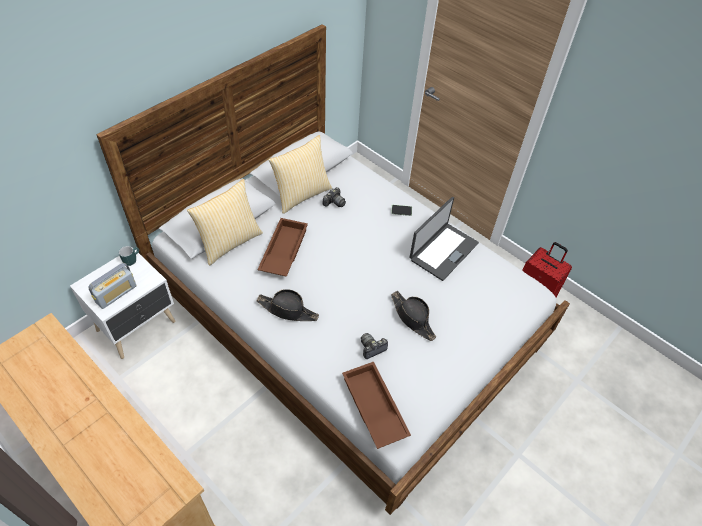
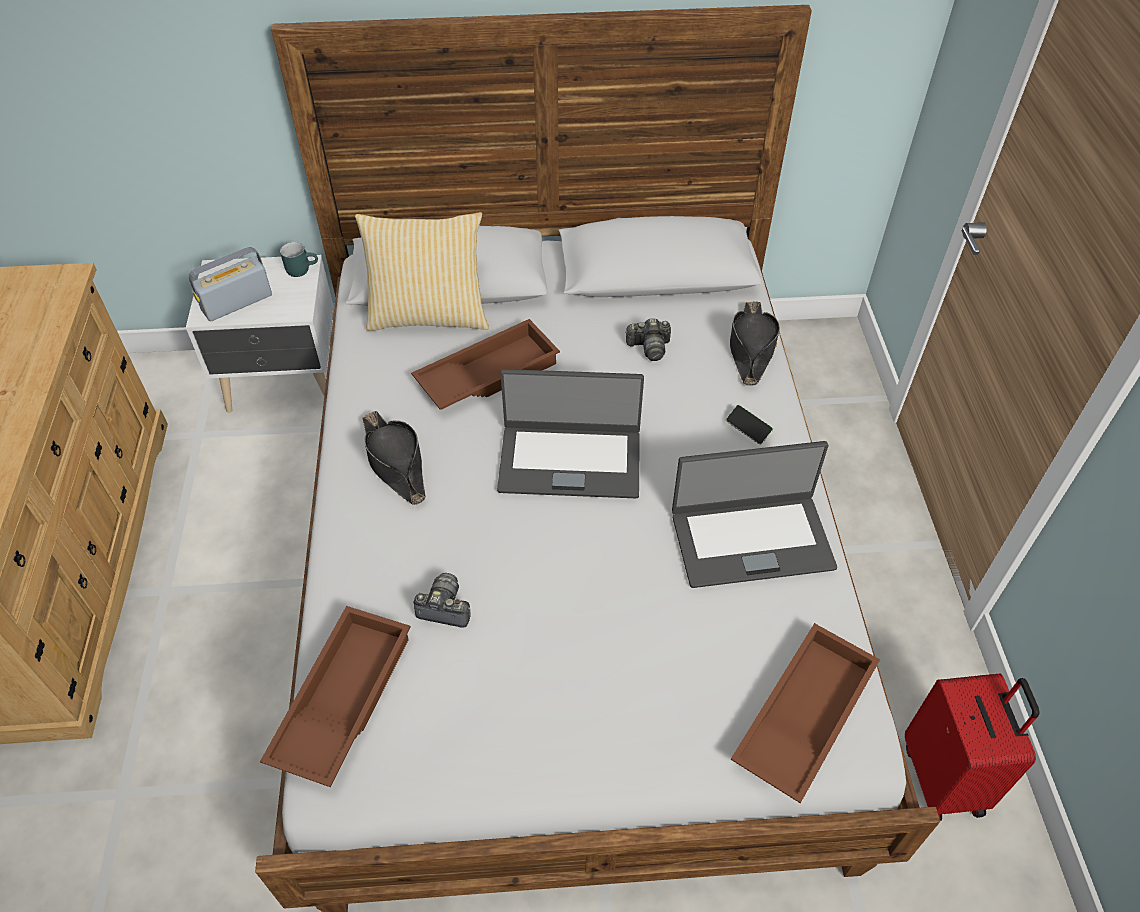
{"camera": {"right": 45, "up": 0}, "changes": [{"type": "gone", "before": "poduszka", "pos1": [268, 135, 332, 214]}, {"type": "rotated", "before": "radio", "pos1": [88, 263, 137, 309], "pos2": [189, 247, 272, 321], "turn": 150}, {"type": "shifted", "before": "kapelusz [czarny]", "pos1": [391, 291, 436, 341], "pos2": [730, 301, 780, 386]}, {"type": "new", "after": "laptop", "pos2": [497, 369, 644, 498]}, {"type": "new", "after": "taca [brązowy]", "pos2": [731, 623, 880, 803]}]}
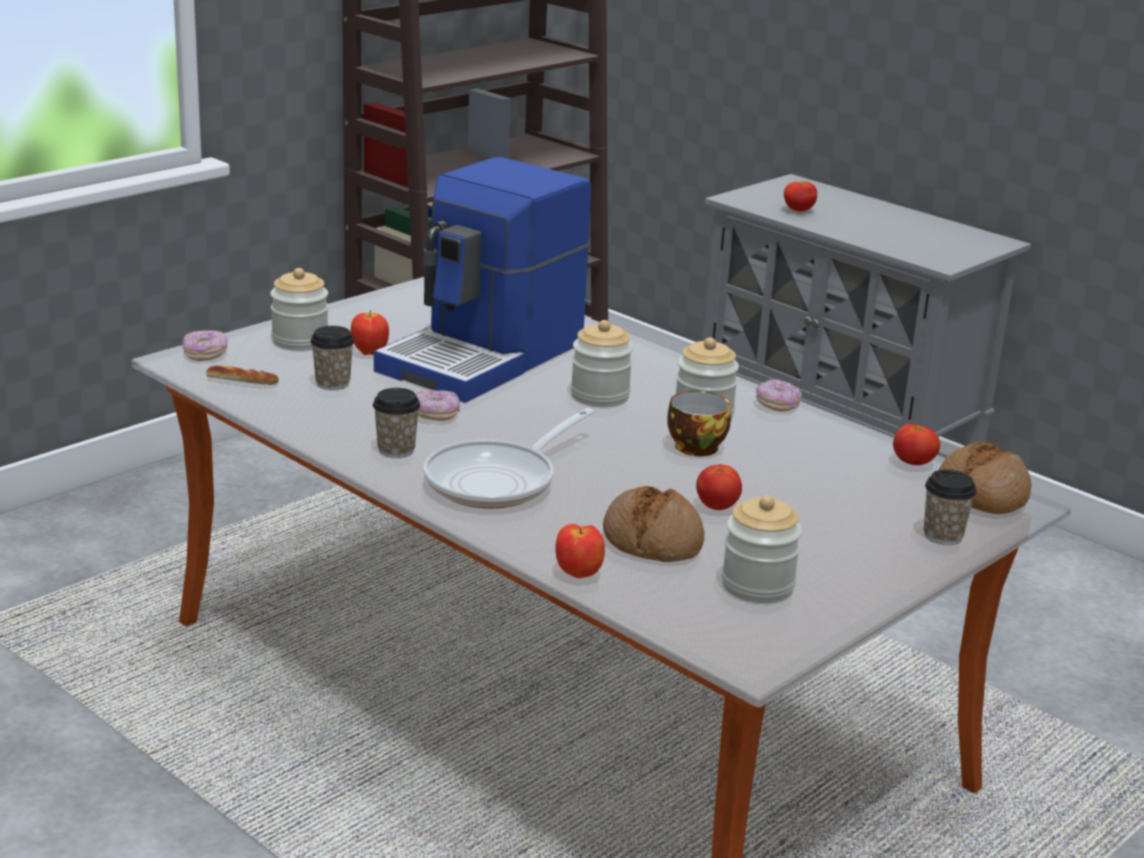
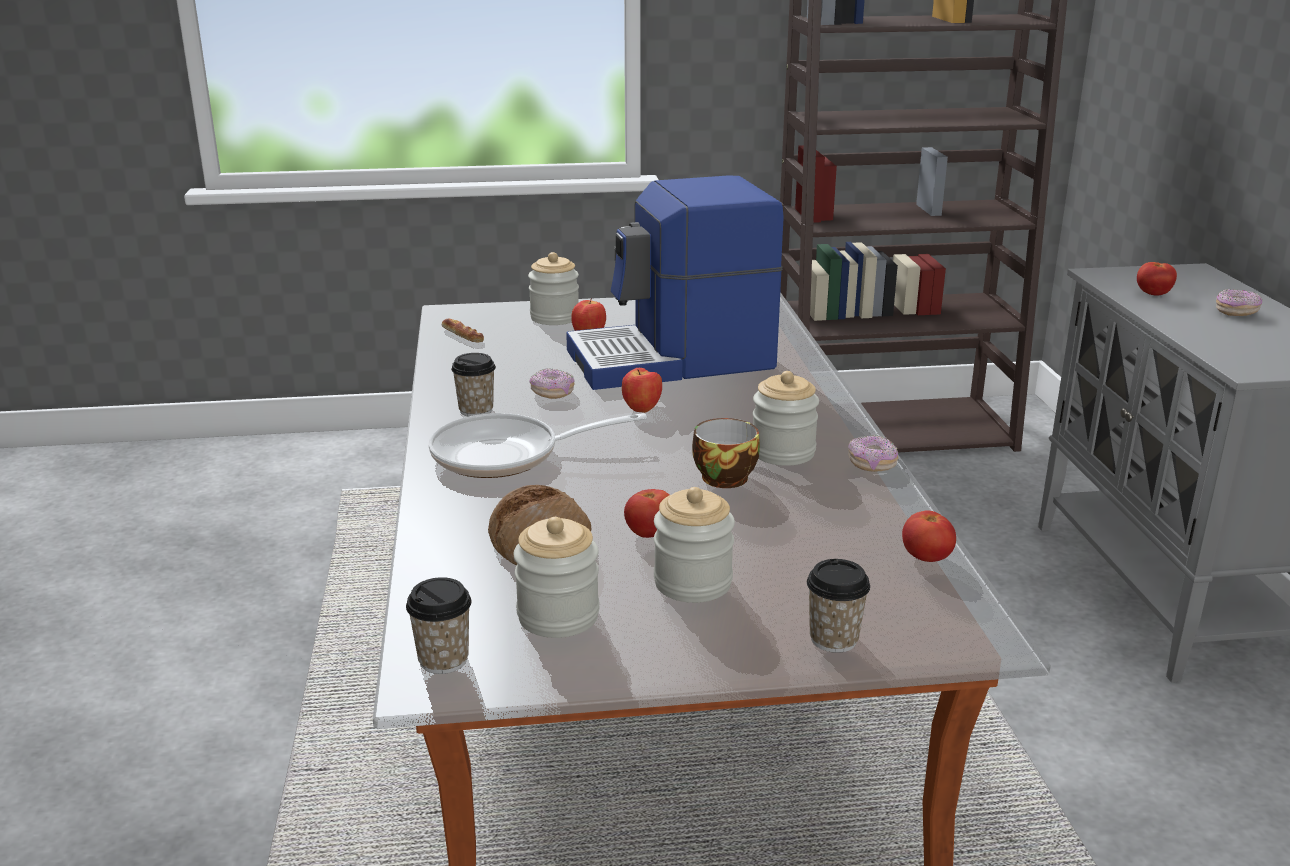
{"camera": {"right": 40, "up": 0}, "changes": [{"type": "shifted", "before": "słoik", "pos1": [571, 320, 633, 407], "pos2": [654, 487, 735, 603]}, {"type": "shifted", "before": "filiżanka", "pos1": [310, 326, 355, 390], "pos2": [406, 577, 471, 674]}, {"type": "shifted", "before": "donut", "pos1": [182, 330, 228, 361], "pos2": [1216, 289, 1262, 316]}, {"type": "gone", "before": "chleb", "pos1": [939, 441, 1032, 514]}, {"type": "shifted", "before": "jabłko", "pos1": [555, 524, 605, 578], "pos2": [622, 368, 662, 413]}]}
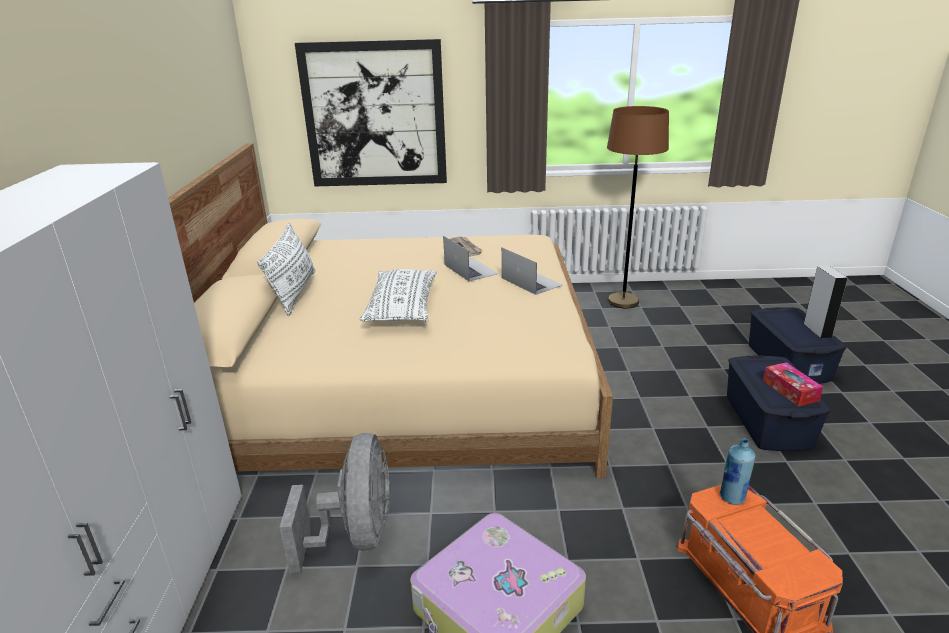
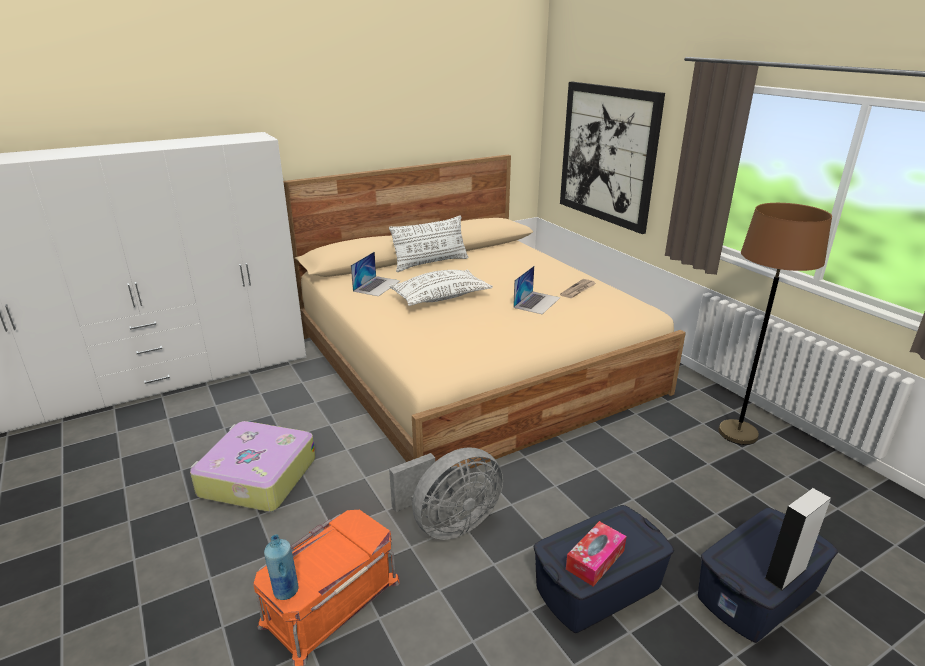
{"camera": {"right": 60, "up": 0}, "changes": [{"type": "shifted", "before": "laptop", "pos1": [502, 248, 563, 295], "pos2": [351, 252, 400, 296]}, {"type": "shifted", "before": "wentylator [szary]", "pos1": [279, 433, 391, 573], "pos2": [389, 447, 503, 540]}, {"type": "shifted", "before": "butelka [niebieski]", "pos1": [719, 439, 756, 505], "pos2": [264, 534, 299, 600]}]}
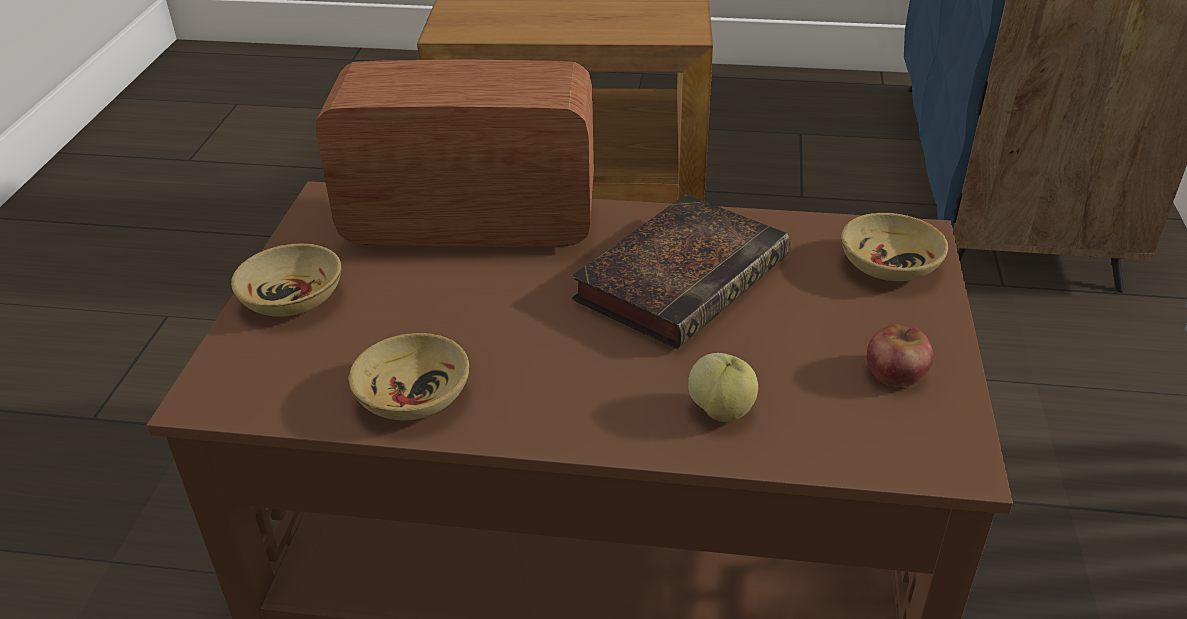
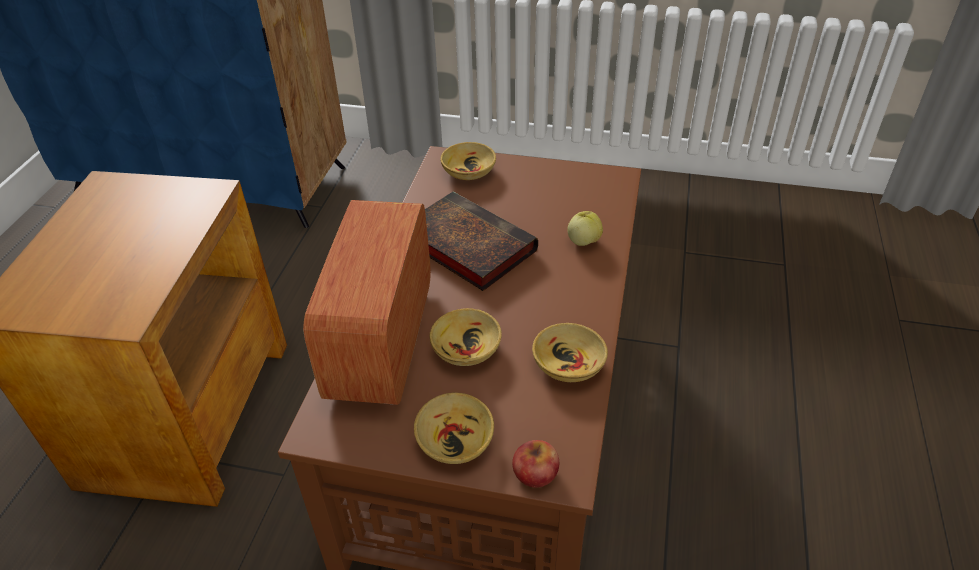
{"camera": {"right": -85, "up": 5}, "changes": [{"type": "shifted", "before": "jabłko", "pos1": [867, 324, 933, 387], "pos2": [512, 440, 559, 487]}, {"type": "new", "after": "miska [beżowy]", "pos2": [430, 308, 502, 366]}]}
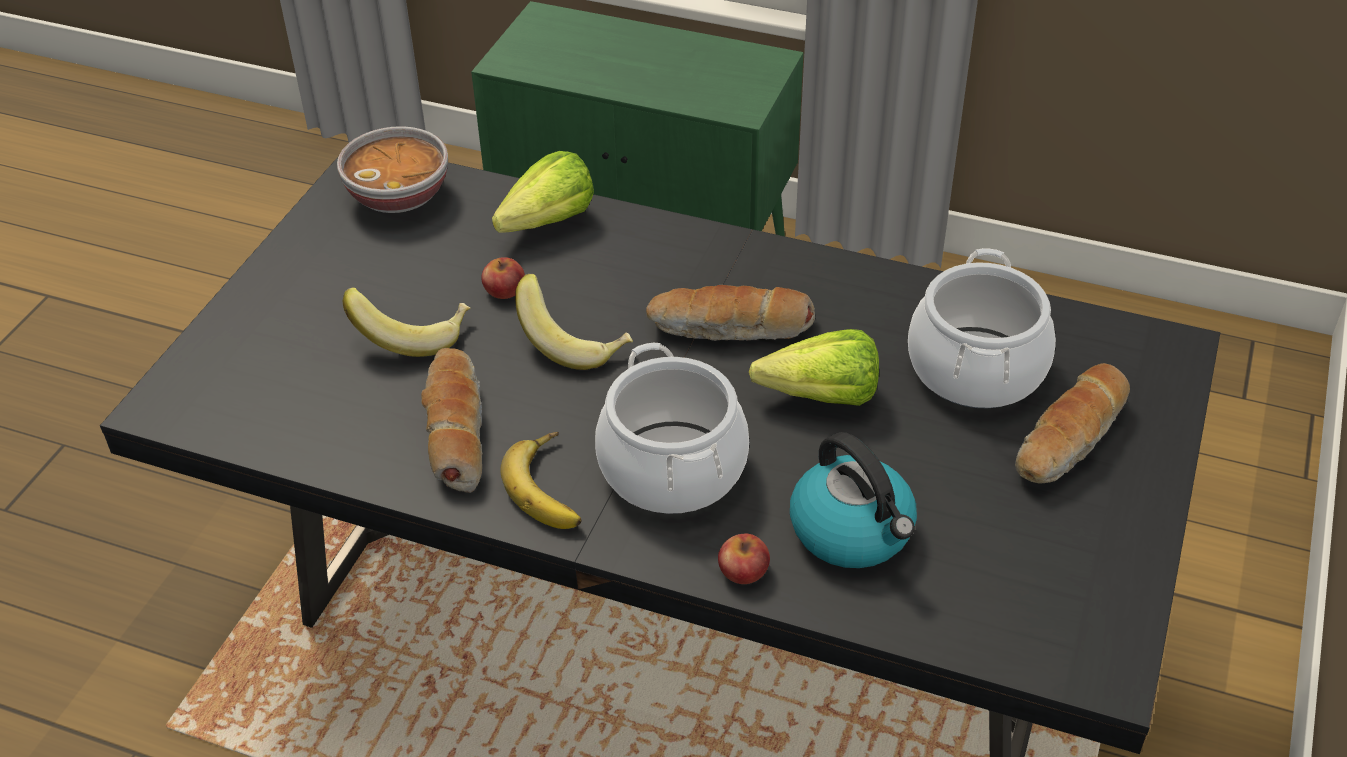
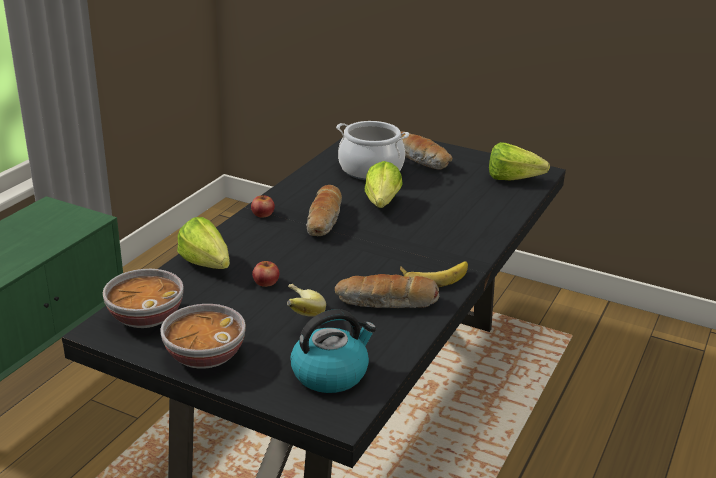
{"camera": {"right": -85, "up": -15}, "changes": [{"type": "gone", "before": "banan", "pos1": [515, 274, 633, 370]}, {"type": "gone", "before": "garnek", "pos1": [595, 343, 749, 514]}, {"type": "shifted", "before": "czajnik", "pos1": [790, 432, 917, 568], "pos2": [291, 309, 376, 393]}, {"type": "shifted", "before": "jabłko", "pos1": [718, 534, 770, 584], "pos2": [251, 195, 275, 217]}, {"type": "new", "after": "sałata", "pos2": [489, 142, 550, 181]}, {"type": "new", "after": "miska", "pos2": [160, 304, 246, 369]}]}
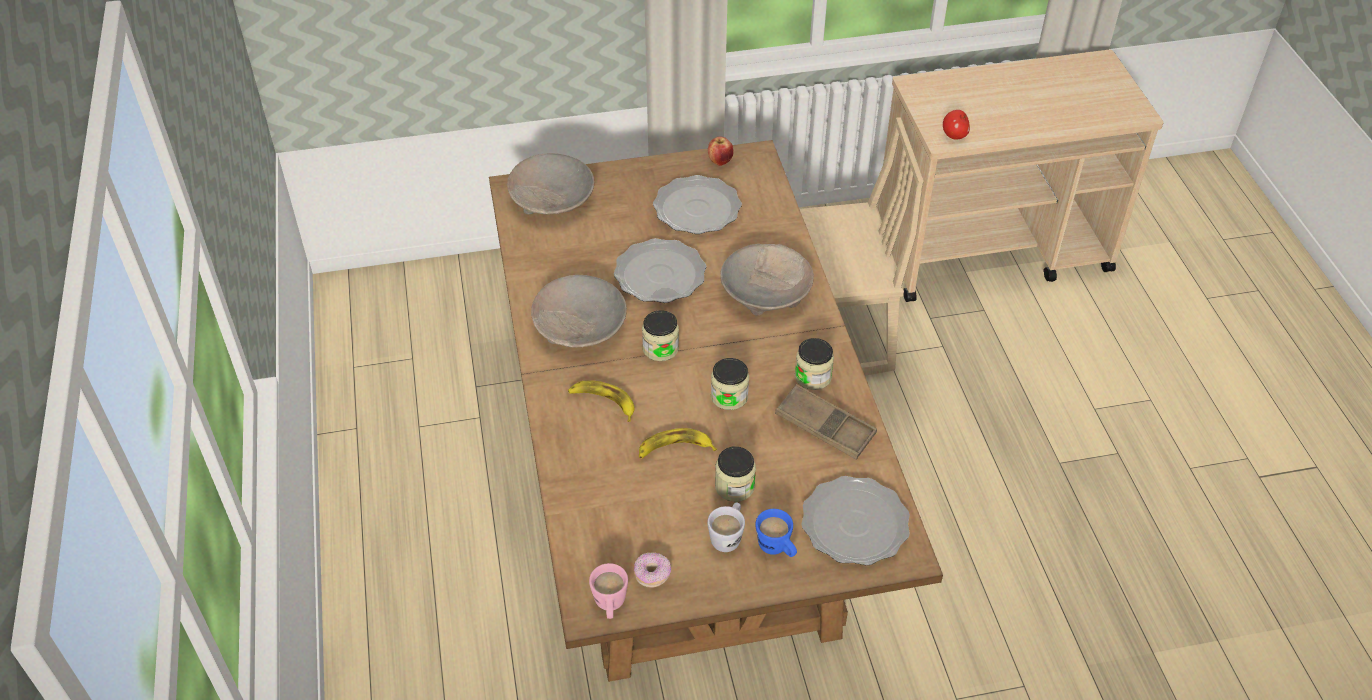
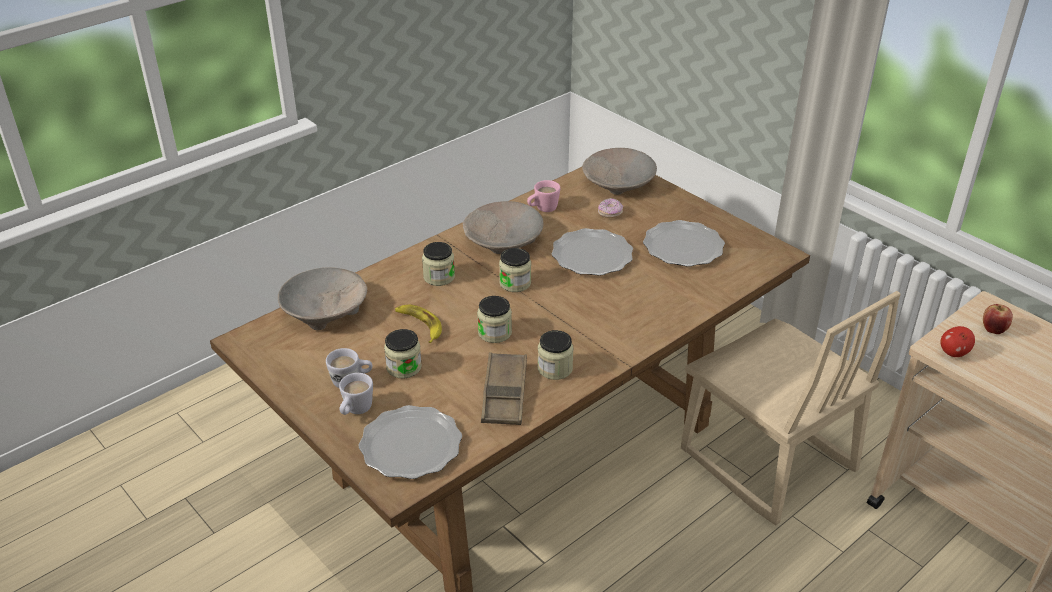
{"camera": {"right": 60, "up": -10}, "changes": [{"type": "shifted", "before": "jabłko", "pos1": [708, 137, 734, 166], "pos2": [983, 304, 1013, 334]}, {"type": "shifted", "before": "miska [beżowy]", "pos1": [720, 244, 814, 315], "pos2": [278, 268, 367, 330]}, {"type": "swapped", "before": "banan", "after": "słoik", "pos1": [568, 380, 635, 422], "pos2": [422, 242, 455, 286]}, {"type": "repainted", "before": "kubek [niebieski]", "after": "kubek [biały]", "pos1": [755, 509, 797, 557], "pos2": [339, 373, 373, 415]}, {"type": "shifted", "before": "donut", "pos1": [634, 552, 671, 587], "pos2": [598, 198, 623, 218]}, {"type": "shifted", "before": "kubek [różowy]", "pos1": [589, 563, 628, 619], "pos2": [527, 180, 560, 212]}]}
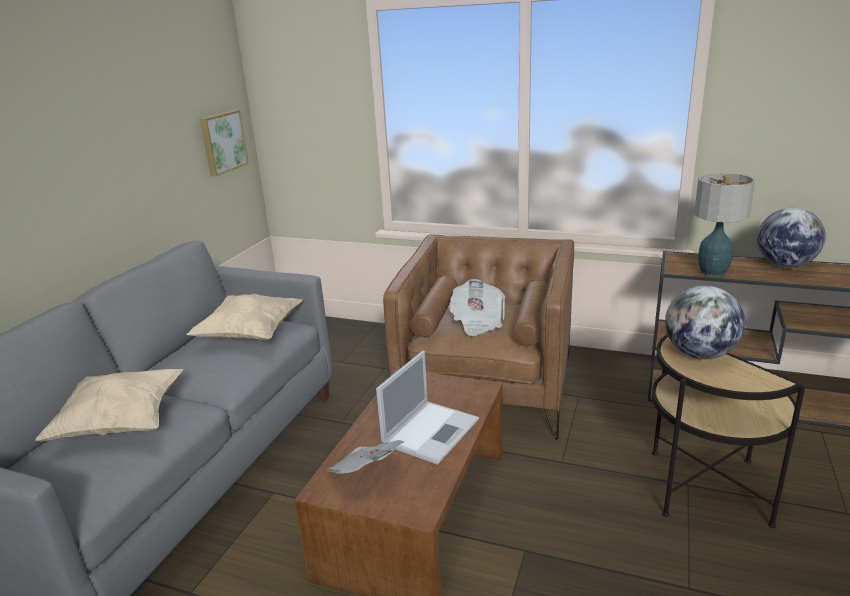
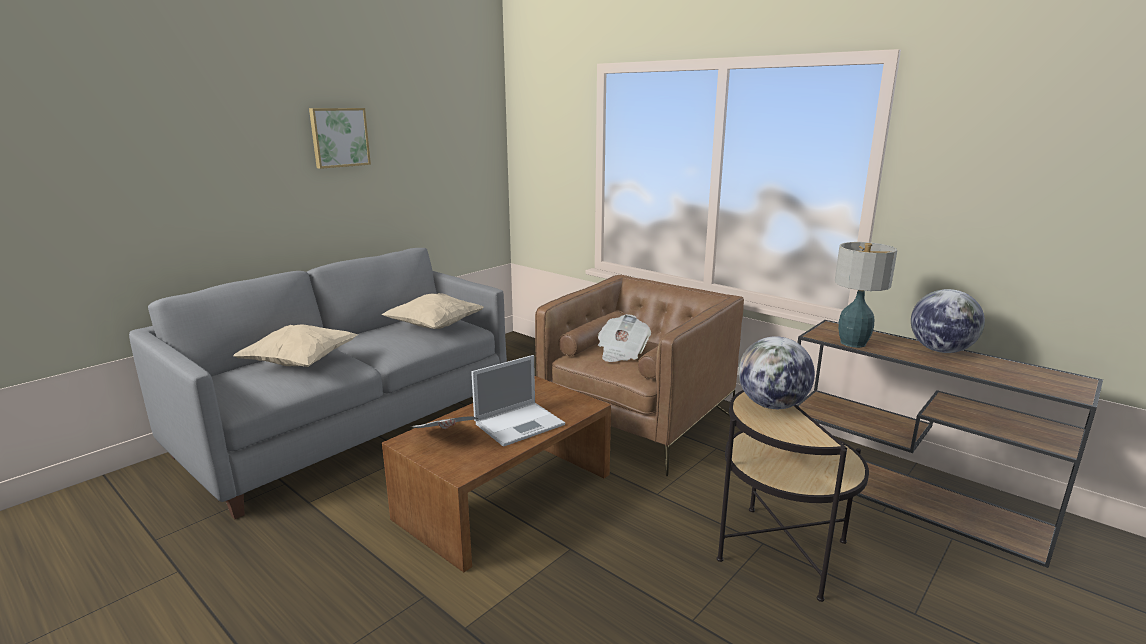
{"camera": {"right": 20, "up": -5}, "changes": [{"type": "shifted", "before": "obraz", "pos1": [200, 110, 249, 176], "pos2": [309, 108, 371, 169]}]}
